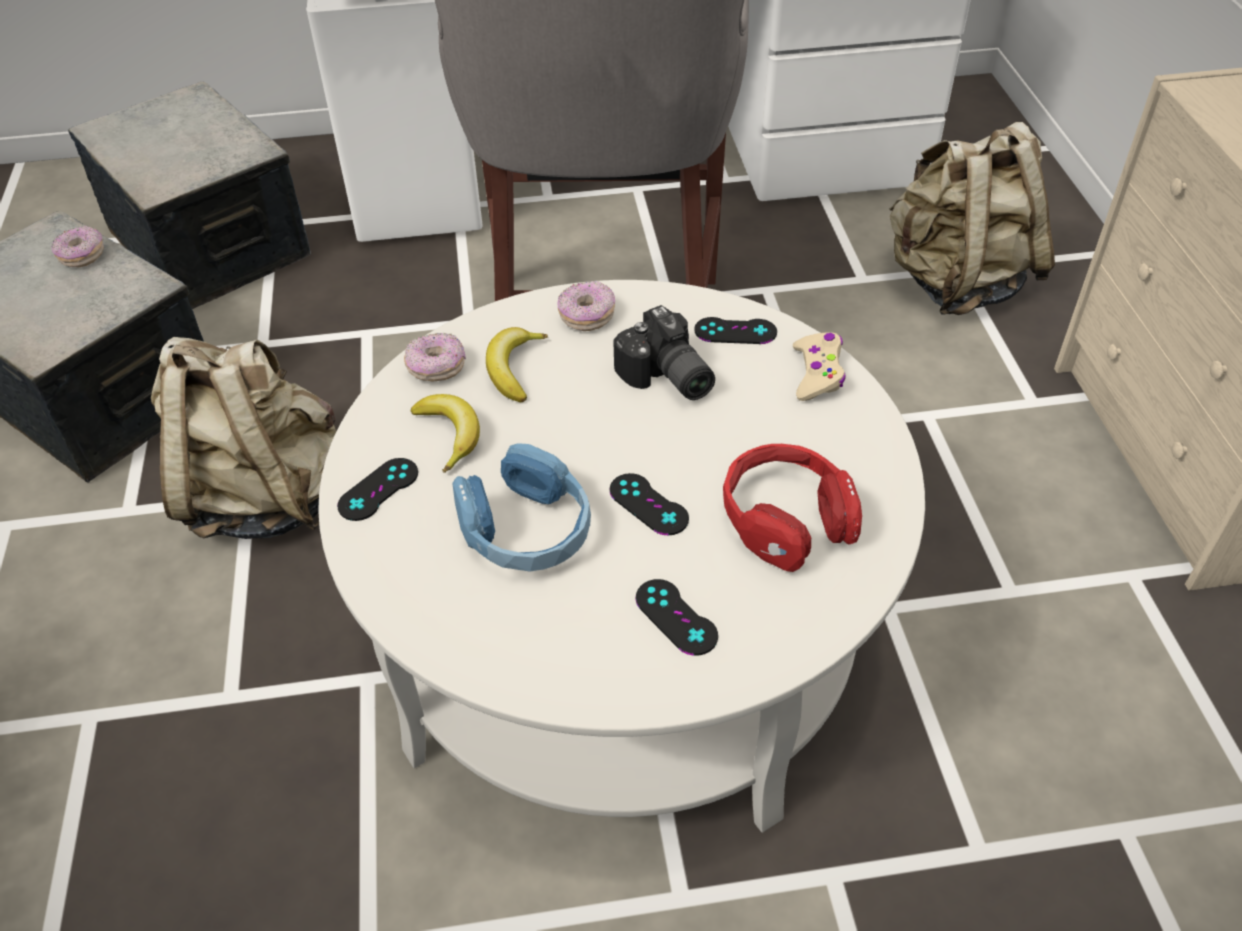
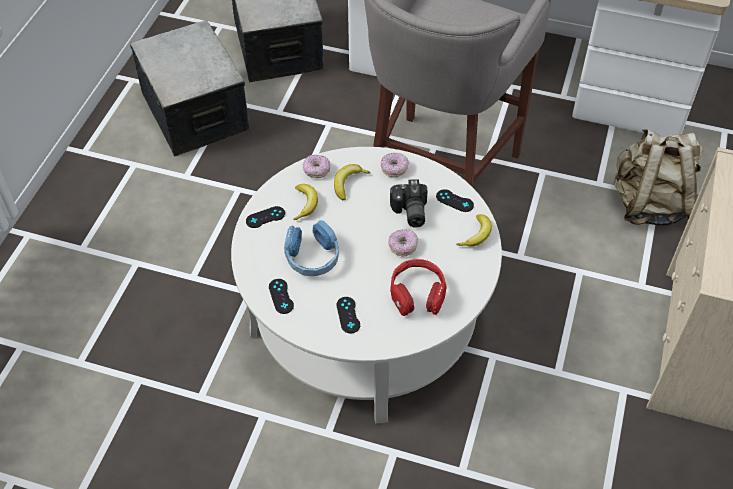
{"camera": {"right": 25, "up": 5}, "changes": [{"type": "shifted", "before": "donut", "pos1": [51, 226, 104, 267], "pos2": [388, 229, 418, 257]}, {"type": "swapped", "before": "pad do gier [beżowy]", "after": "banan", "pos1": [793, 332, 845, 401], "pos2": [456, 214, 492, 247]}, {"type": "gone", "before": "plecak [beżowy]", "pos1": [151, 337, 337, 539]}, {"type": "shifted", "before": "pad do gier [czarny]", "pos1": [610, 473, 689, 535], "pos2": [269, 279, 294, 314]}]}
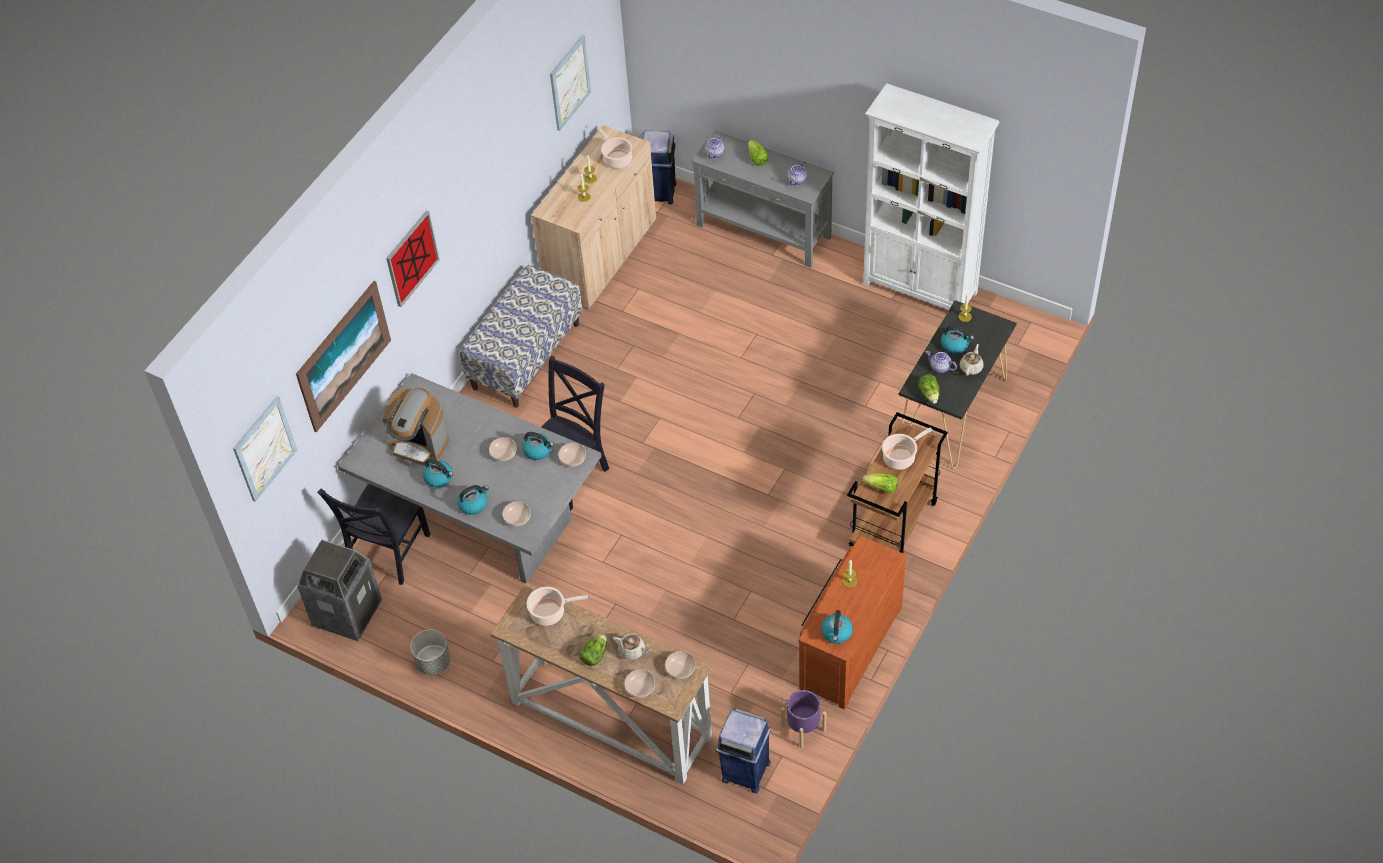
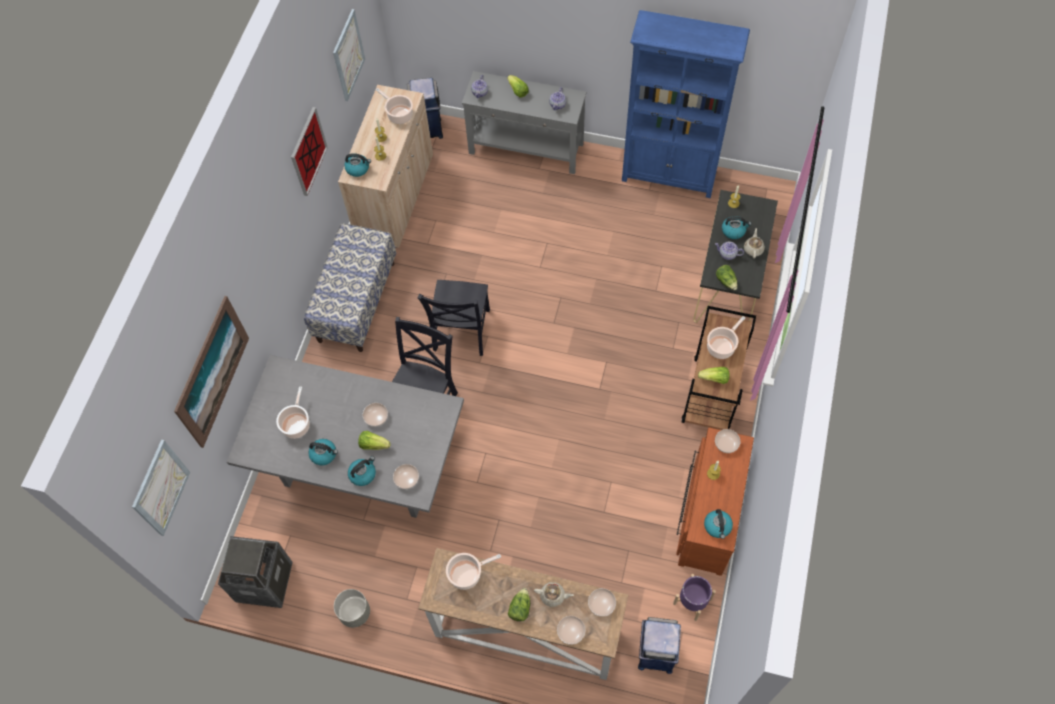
{"camera": {"right": -15, "up": 10}, "changes": [{"type": "repainted", "before": "regał [biały]", "after": "regał [niebieski]", "pos1": [863, 83, 1000, 310], "pos2": [622, 10, 750, 198]}, {"type": "shifted", "before": "obraz", "pos1": [386, 211, 440, 307], "pos2": [291, 107, 328, 196]}, {"type": "swapped", "before": "ekspres do kawy", "after": "garnek", "pos1": [382, 388, 449, 466], "pos2": [276, 386, 310, 439]}, {"type": "shifted", "before": "czajnik", "pos1": [522, 432, 554, 460], "pos2": [344, 153, 371, 177]}, {"type": "shifted", "before": "miska", "pos1": [558, 443, 586, 467], "pos2": [715, 429, 740, 453]}, {"type": "shifted", "before": "krzesło [czarny]", "pos1": [317, 484, 430, 585], "pos2": [418, 280, 490, 356]}, {"type": "new", "after": "sałata", "pos2": [358, 431, 391, 450]}]}
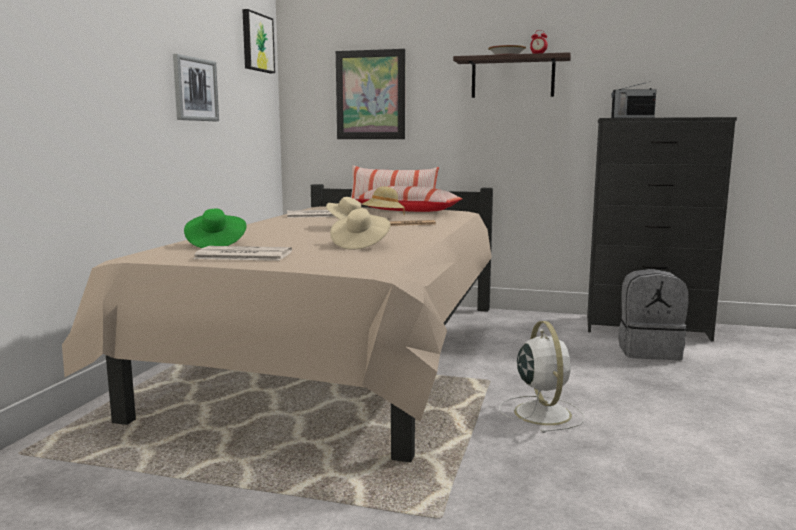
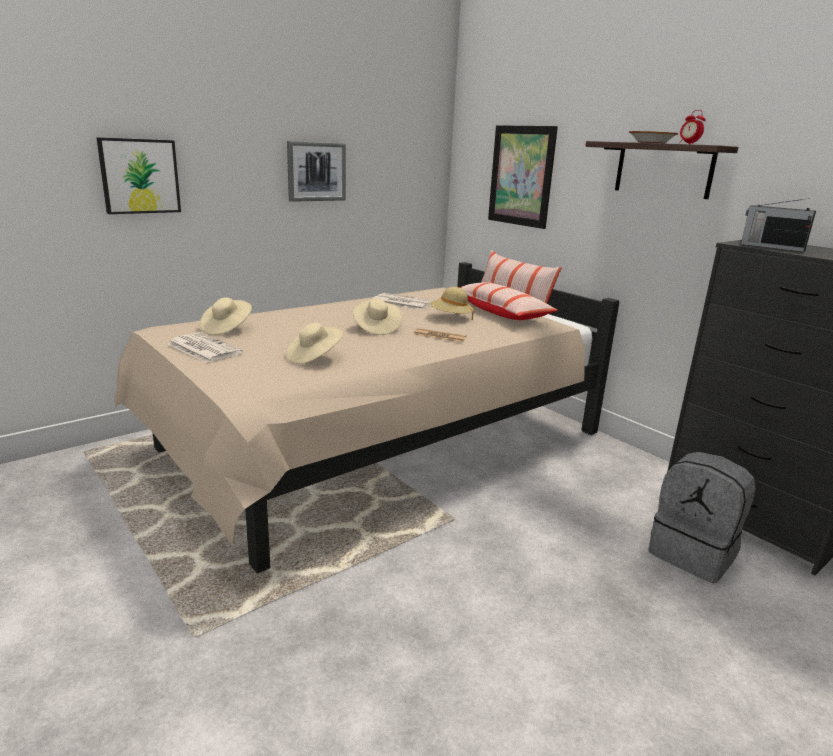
{"camera": {"right": 35, "up": 10}, "changes": [{"type": "shifted", "before": "obraz", "pos1": [242, 9, 275, 73], "pos2": [96, 137, 181, 214]}, {"type": "repainted", "before": "kapelusz [zielony]", "after": "kapelusz [beżowy]", "pos1": [184, 209, 246, 248], "pos2": [200, 298, 252, 335]}, {"type": "gone", "before": "wentylator [biały]", "pos1": [499, 321, 585, 433]}]}
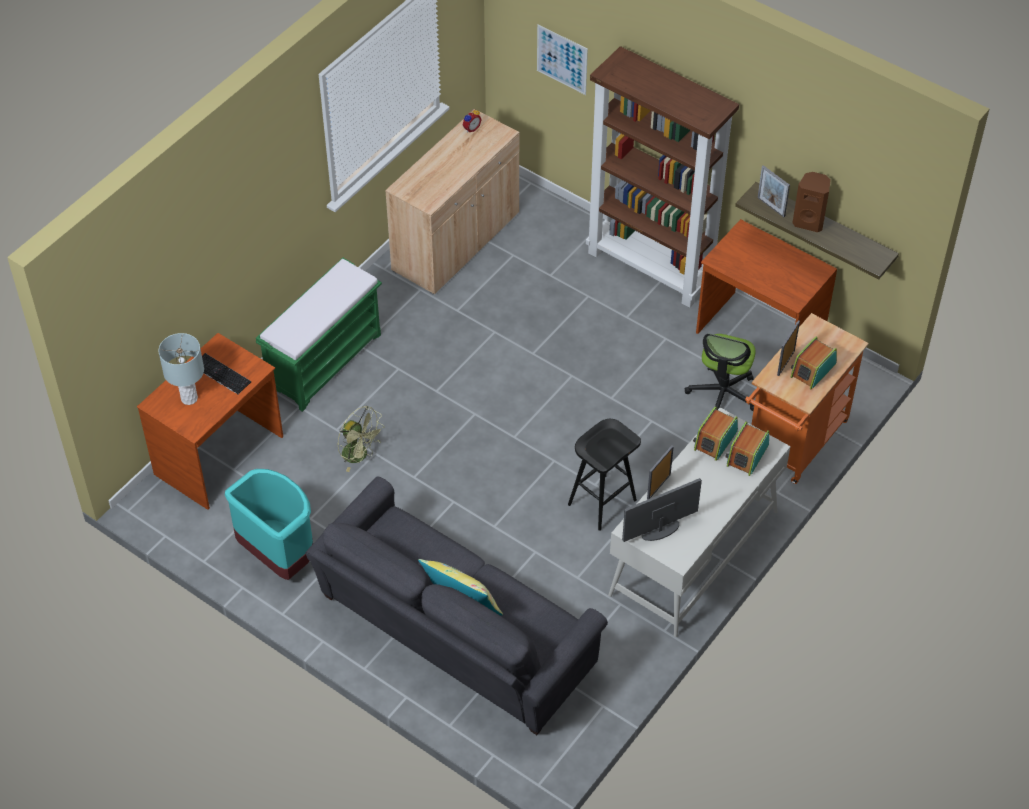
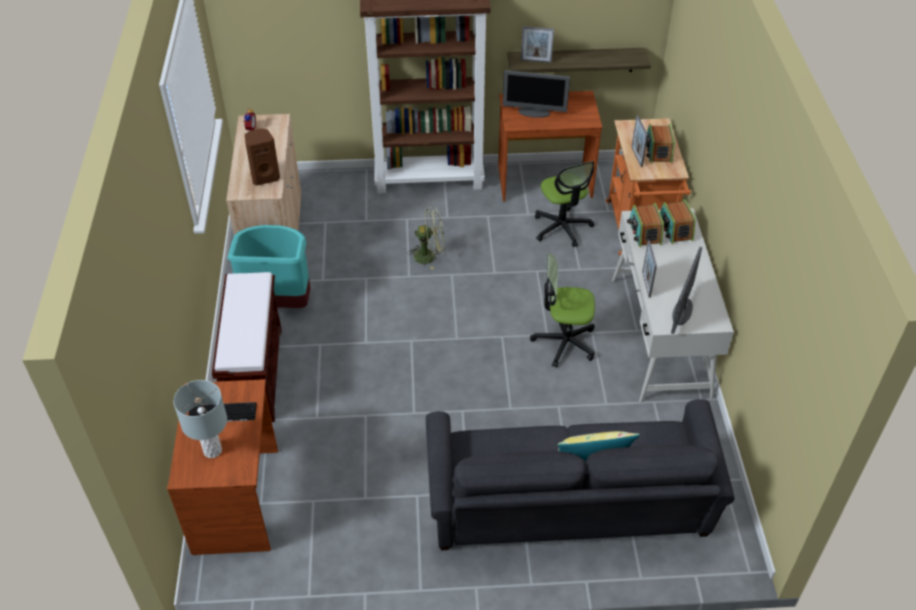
{"camera": {"right": -40, "up": -5}, "changes": [{"type": "gone", "before": "obraz", "pos1": [537, 25, 588, 95]}, {"type": "shifted", "before": "głośnik [brązowy]", "pos1": [793, 172, 831, 232], "pos2": [245, 128, 280, 185]}, {"type": "repainted", "before": "ławka [zielony]", "after": "ławka [brązowy]", "pos1": [256, 258, 382, 412], "pos2": [212, 272, 282, 422]}, {"type": "shifted", "before": "wentylator [zielony]", "pos1": [337, 406, 385, 472], "pos2": [407, 207, 444, 270]}, {"type": "swapped", "before": "stołek [czarny]", "after": "krzesło biurowe", "pos1": [568, 419, 641, 531], "pos2": [530, 253, 595, 368]}, {"type": "shifted", "before": "kosz na śmieci [turkusowy]", "pos1": [225, 469, 313, 580], "pos2": [228, 225, 310, 308]}, {"type": "new", "after": "monitor", "pos2": [503, 70, 570, 118]}]}
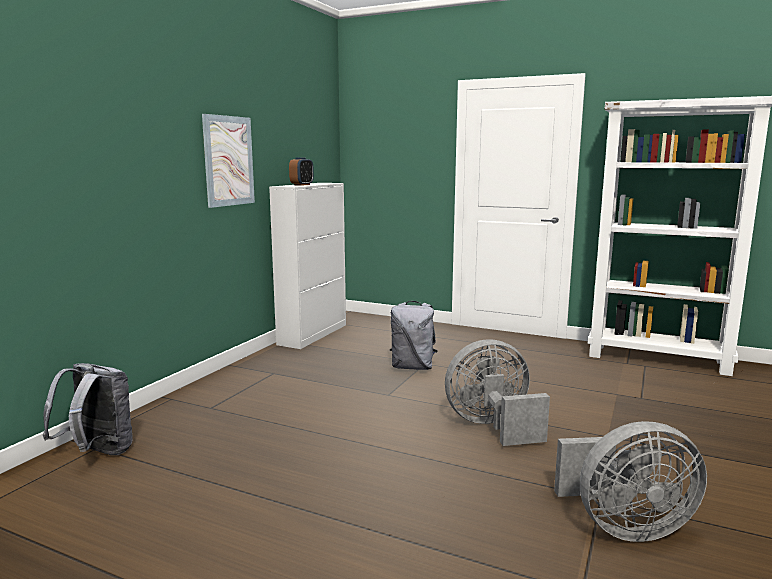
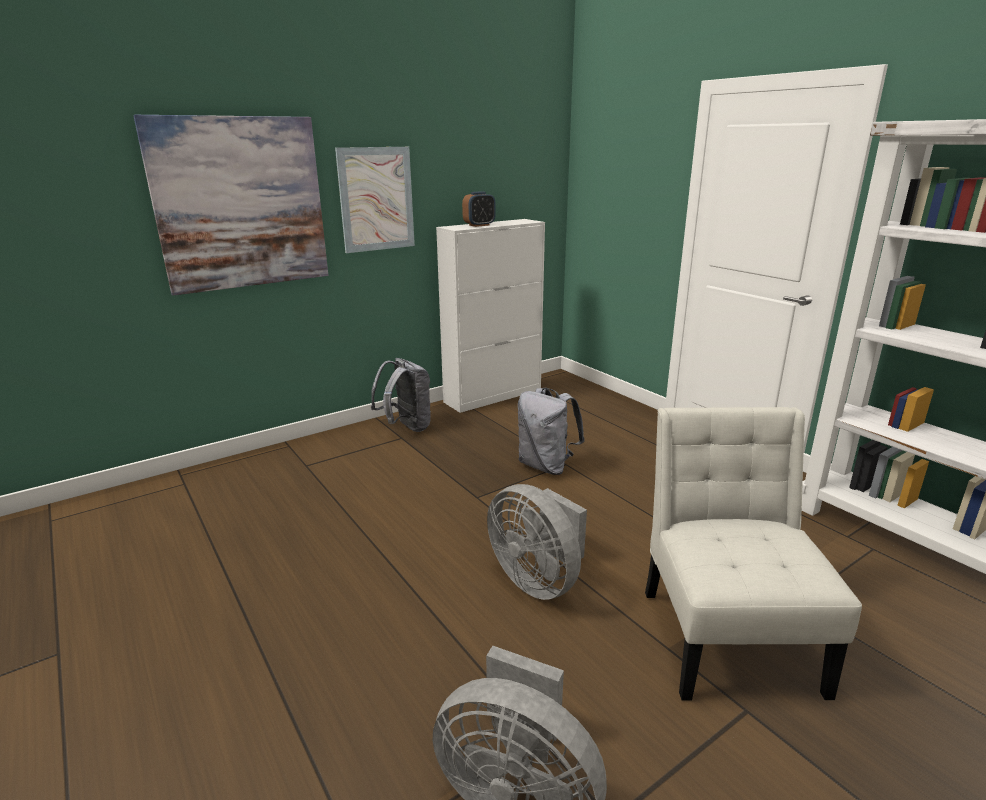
{"camera": {"right": 30, "up": 10}, "changes": [{"type": "rotated", "before": "wentylator [szary]", "pos1": [445, 339, 550, 446], "pos2": [487, 484, 587, 600], "turn": -150}, {"type": "shifted", "before": "plecak [szary]", "pos1": [43, 363, 133, 455], "pos2": [371, 358, 431, 432]}, {"type": "new", "after": "obraz", "pos2": [133, 115, 328, 296]}, {"type": "new", "after": "krzesło [biały]", "pos2": [645, 407, 862, 701]}]}
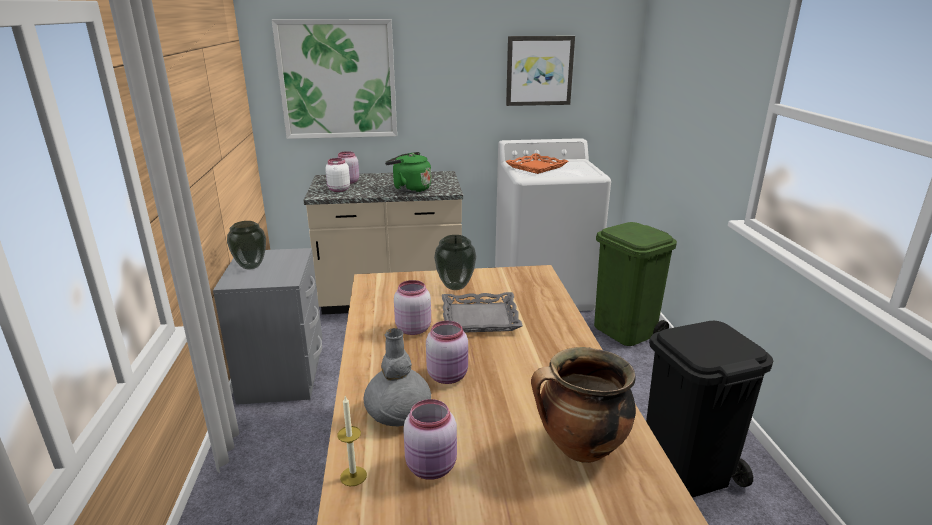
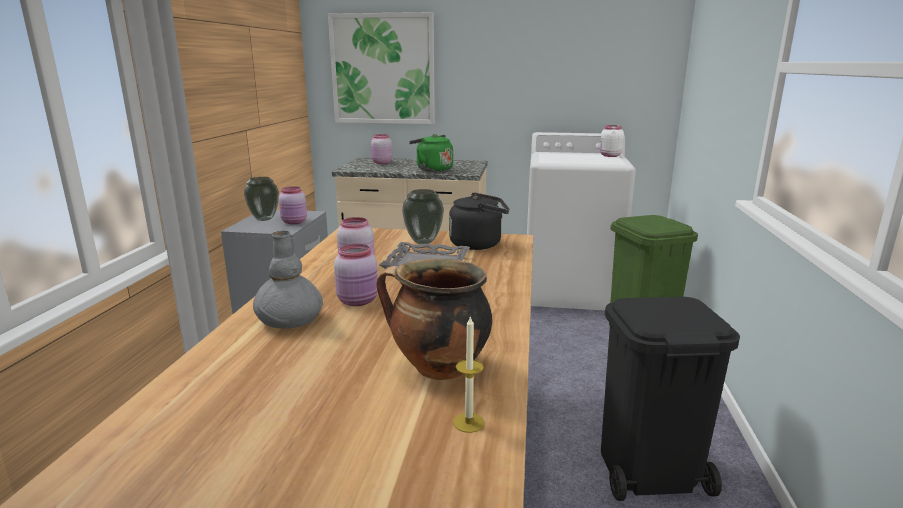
{"camera": {"right": 15, "up": -5}, "changes": [{"type": "gone", "before": "obraz", "pos1": [506, 36, 575, 106]}, {"type": "gone", "before": "taca [pomarańczowy]", "pos1": [505, 153, 568, 174]}, {"type": "shifted", "before": "słoik [biały]", "pos1": [325, 158, 350, 192], "pos2": [600, 125, 624, 157]}, {"type": "shifted", "before": "świeca", "pos1": [337, 396, 367, 486], "pos2": [453, 316, 485, 433]}, {"type": "shifted", "before": "słoik [różowy]", "pos1": [403, 399, 457, 480], "pos2": [279, 186, 307, 224]}, {"type": "new", "after": "czajnik [czarny]", "pos2": [449, 192, 509, 250]}]}
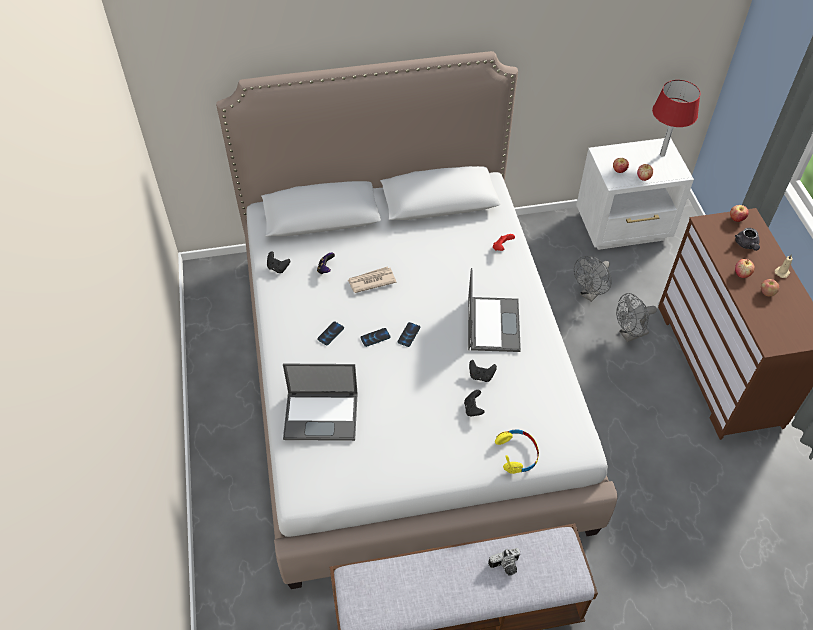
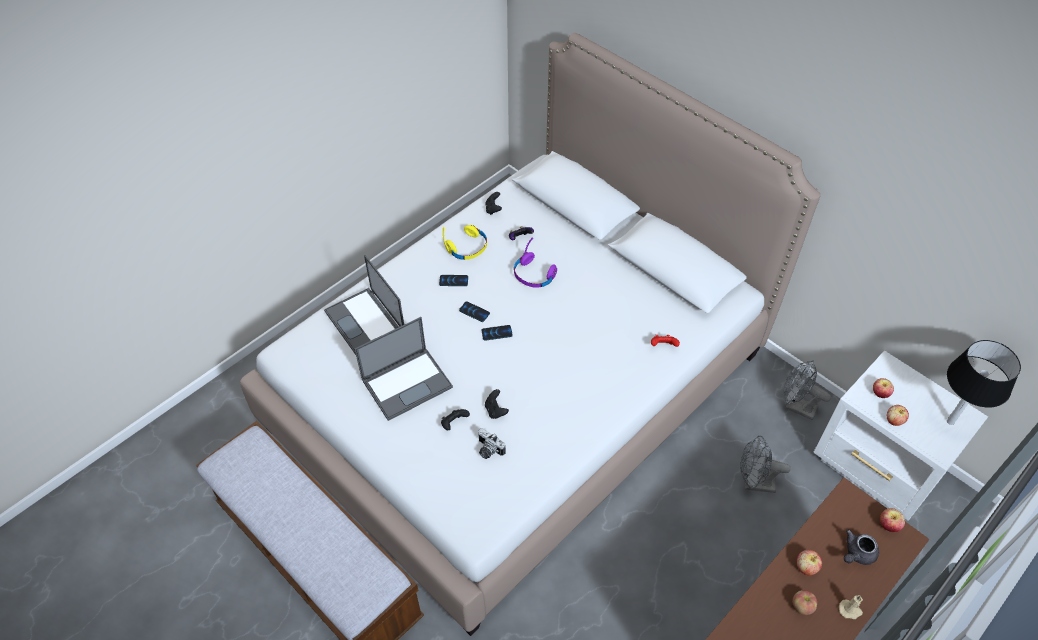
{"camera": {"right": 55, "up": 0}, "changes": [{"type": "repainted", "before": "lampa stołowa [czerwony]", "after": "lampa stołowa [czarny]", "pos1": [652, 80, 700, 157], "pos2": [947, 340, 1021, 425]}, {"type": "swapped", "before": "gazeta", "after": "słuchawki [fioletowy]", "pos1": [348, 267, 396, 293], "pos2": [514, 238, 557, 288]}, {"type": "shifted", "before": "laptop", "pos1": [468, 268, 521, 352], "pos2": [354, 317, 453, 421]}, {"type": "shifted", "before": "wentylator [szary]", "pos1": [616, 293, 657, 342], "pos2": [783, 360, 831, 420]}, {"type": "shifted", "before": "słuchawki [żółty]", "pos1": [495, 430, 539, 474], "pos2": [443, 225, 487, 260]}, {"type": "shifted", "before": "aparat fotograficzny", "pos1": [488, 548, 520, 576], "pos2": [478, 428, 506, 459]}]}
